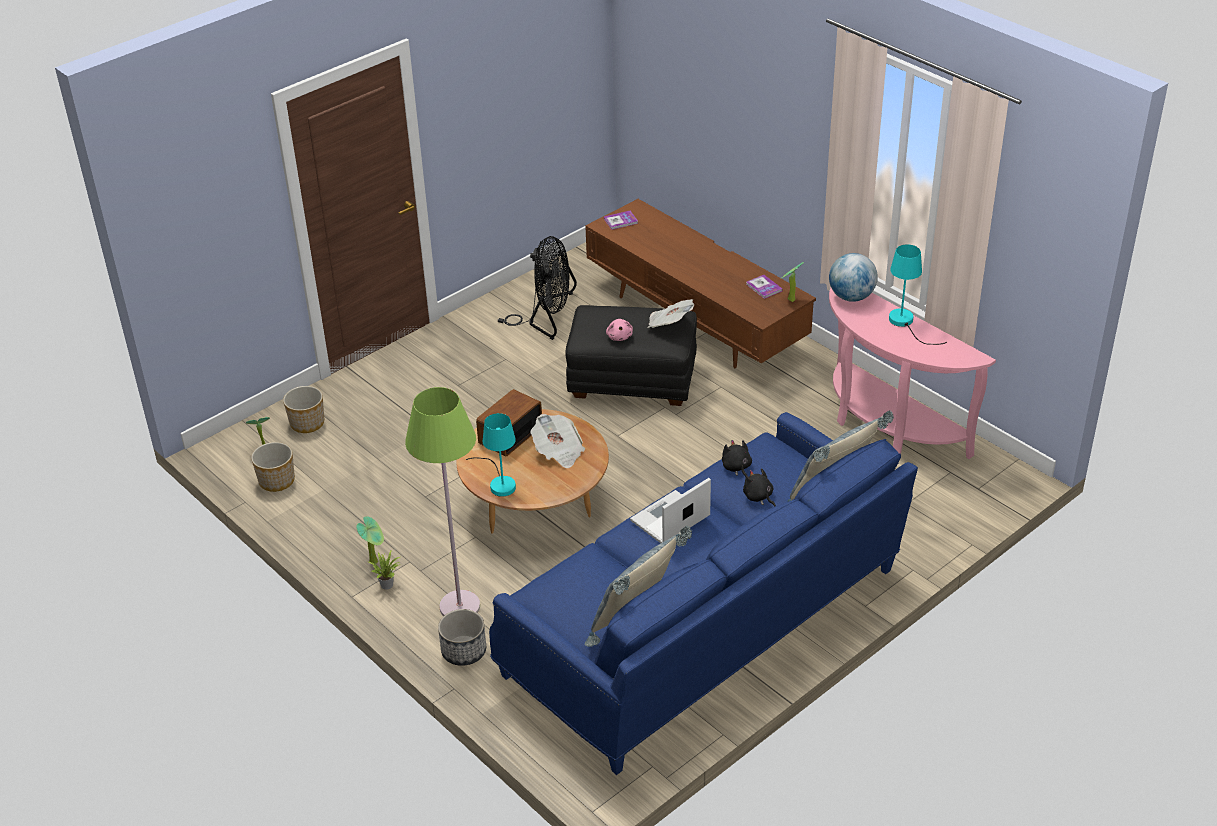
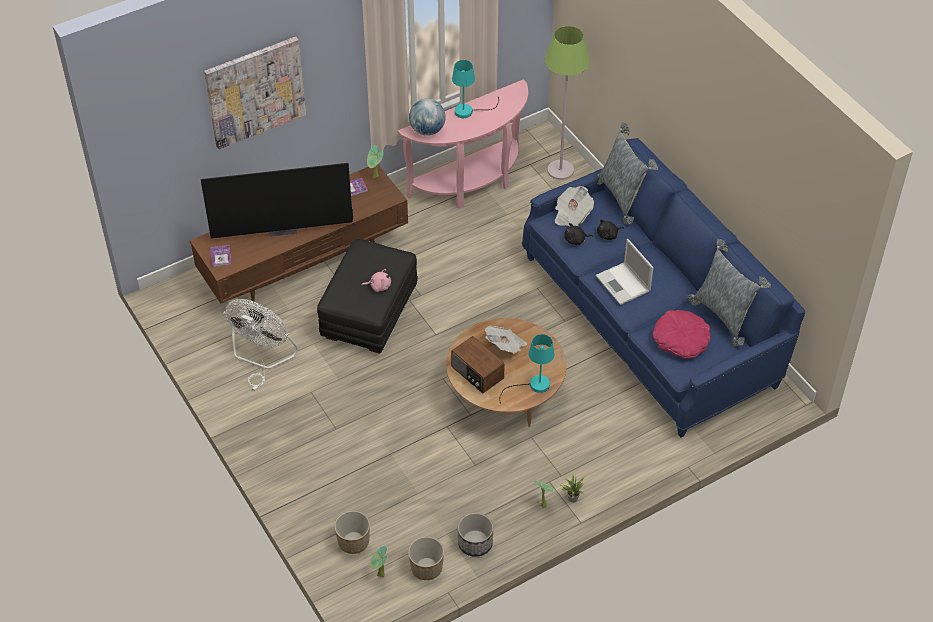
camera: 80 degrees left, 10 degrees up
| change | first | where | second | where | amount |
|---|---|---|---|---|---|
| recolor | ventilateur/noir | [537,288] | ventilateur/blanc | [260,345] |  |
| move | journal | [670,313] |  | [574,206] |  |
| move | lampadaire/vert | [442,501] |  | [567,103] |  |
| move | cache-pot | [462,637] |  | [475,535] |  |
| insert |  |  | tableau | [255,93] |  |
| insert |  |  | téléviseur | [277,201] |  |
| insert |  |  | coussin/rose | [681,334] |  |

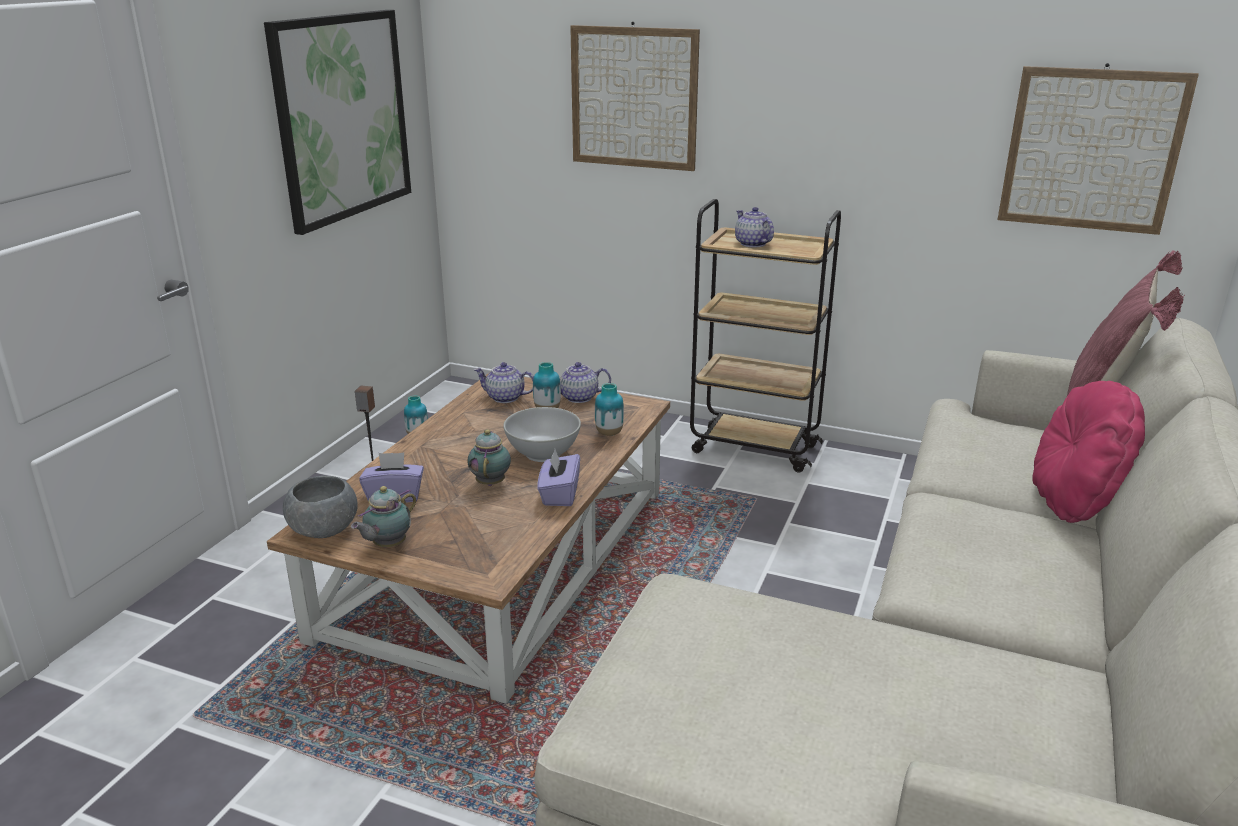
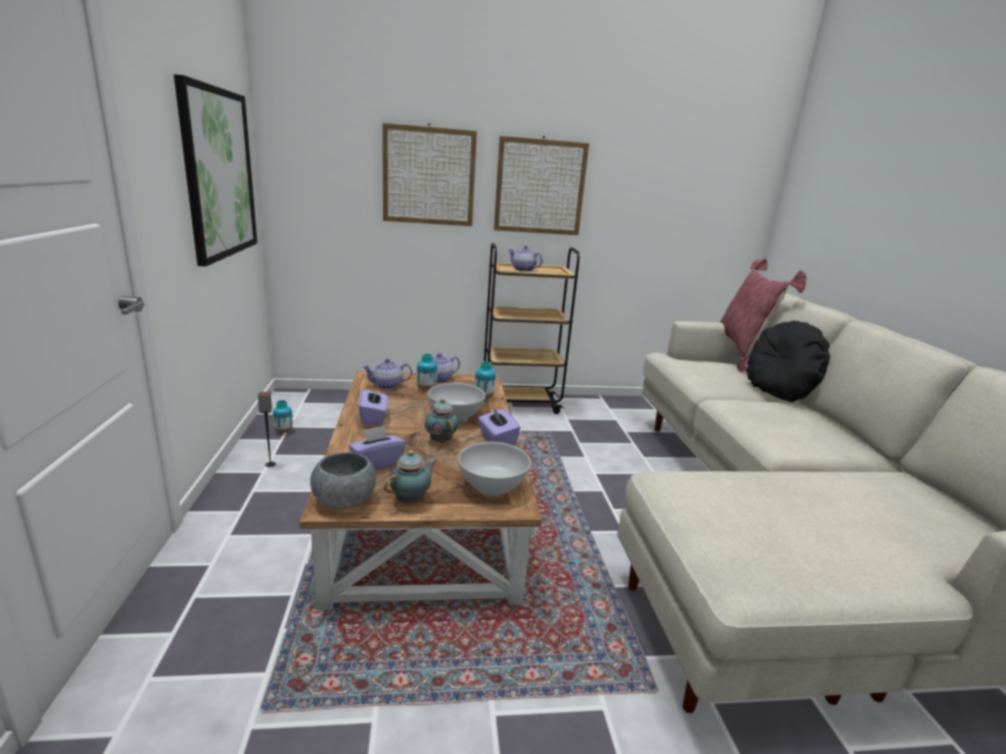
camera: 30 degrees left, 5 degrees down
| change | first | where | second | where | amount |
|---|---|---|---|---|---|
| move | tableau | [1098,149] |  | [541,185] |  |
| recolor | coussin/rose | [1088,452] | coussin/noir | [788,361] |  |
| rotate | théière | [383,517] |  | [410,477] | 150 degrees counterclockwise |
| insert |  |  | boîte à mouchoirs/violet | [373,406] |  |
| insert |  |  | bol/blanc | [494,469] |  |

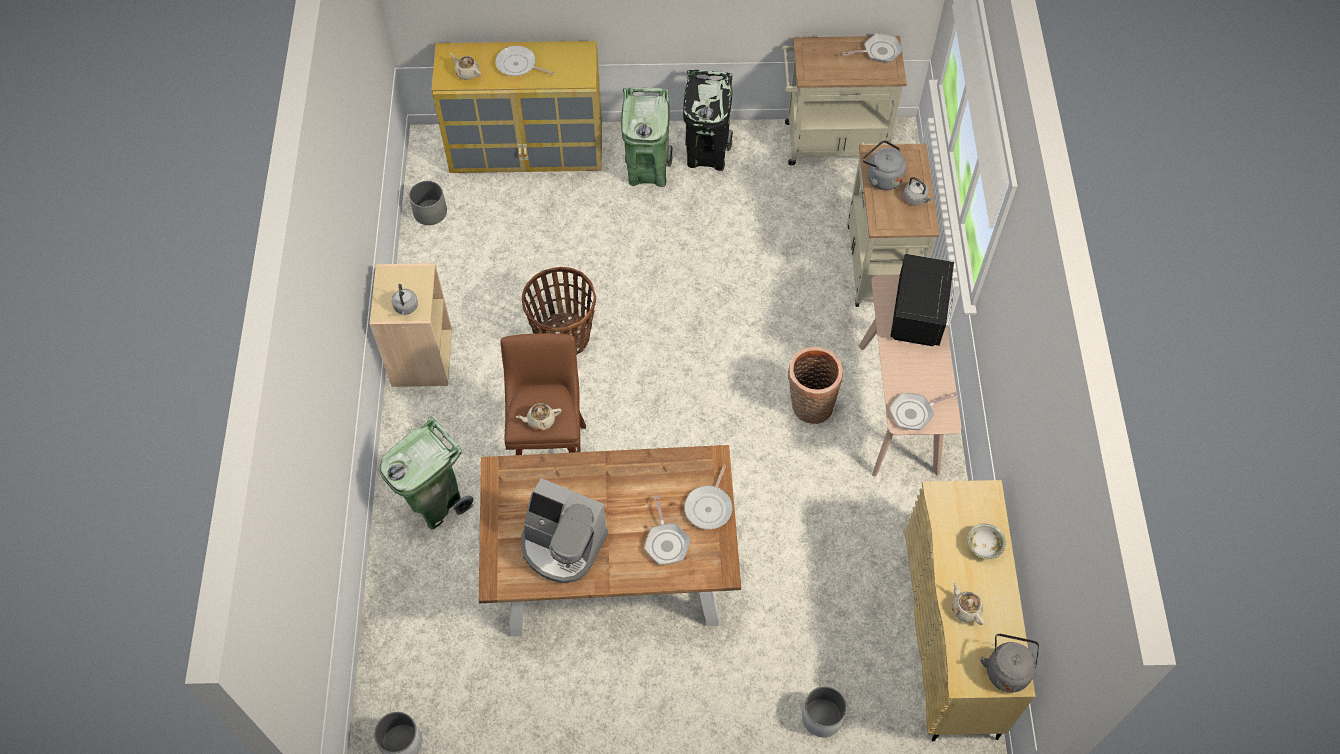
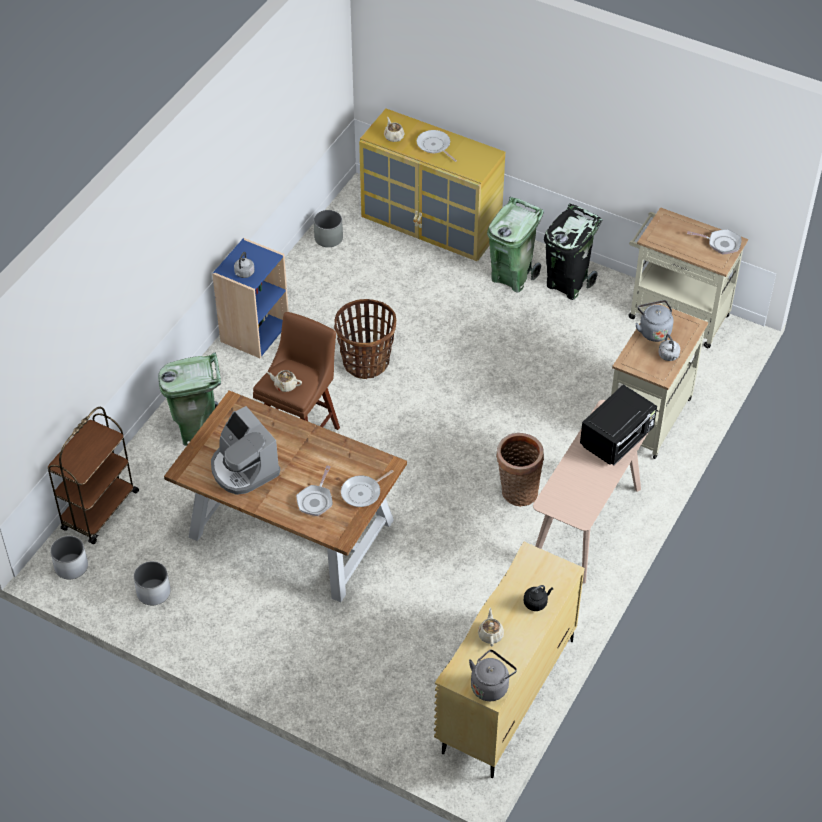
camera: 30 degrees right, 10 degrees down
| change | first | where | second | where | amount |
|---|---|---|---|---|---|
| recolor | bibliothèque/beige | [411,325] | bibliothèque/bleu | [250,298] |  |
| delete | poêle | [923,411] |  |  |  |
| replace | bol | [986,541] | bouilloire/noir | [538,598] |  |
| move | cache-pot/blanc | [824,711] |  | [152,583] |  |
| insert |  |  | chariot/marron | [93,475] |  |

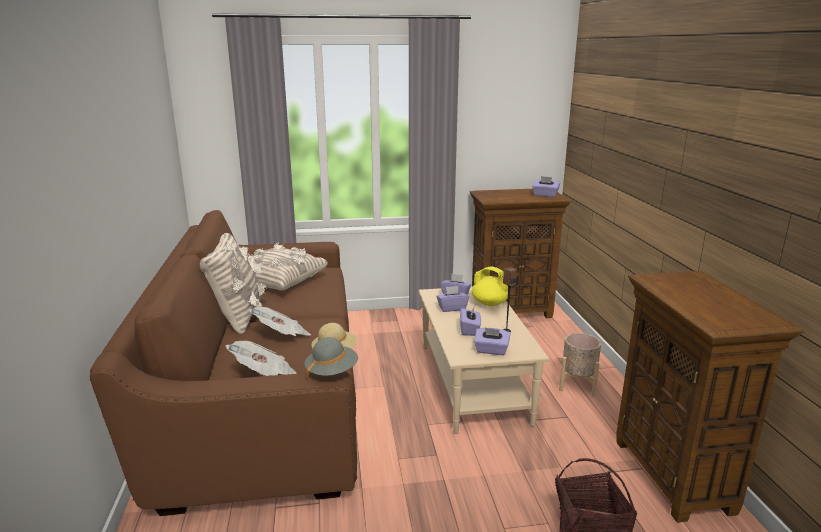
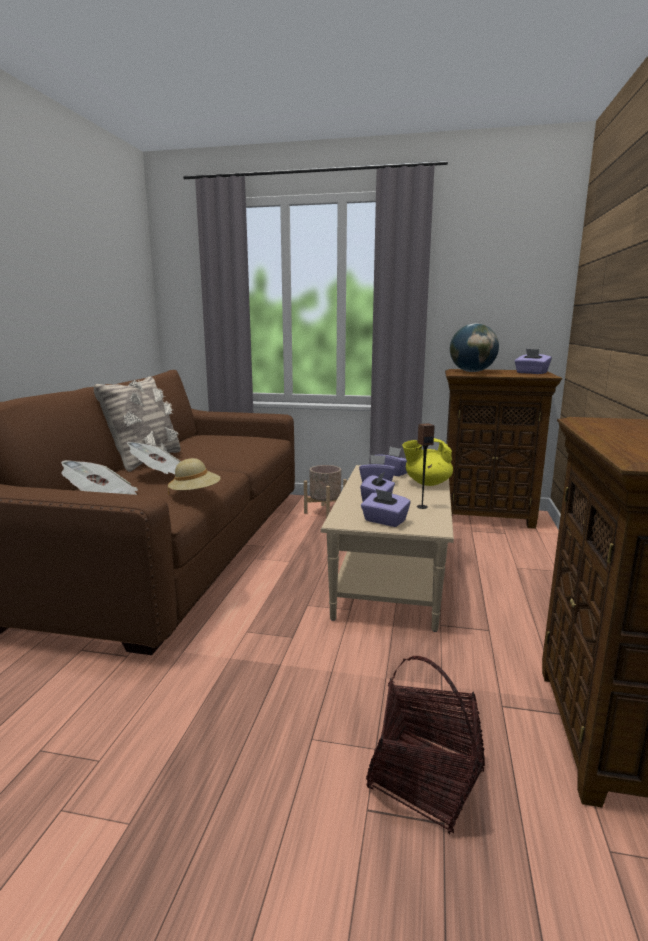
camera: 20 degrees right, 5 degrees down
| change | first | where | second | where | amount |
|---|---|---|---|---|---|
| delete | coussin/beige | [288,266] |  |  |  |
| rotate | théière/jaune | [490,286] |  | [427,462] | 120 degrees clockwise |
| move | cache-pot/beige | [580,365] |  | [325,491] |  |
| delete | chapeau/gris | [331,359] |  |  |  |
| insert |  |  | globe | [474,347] |  |

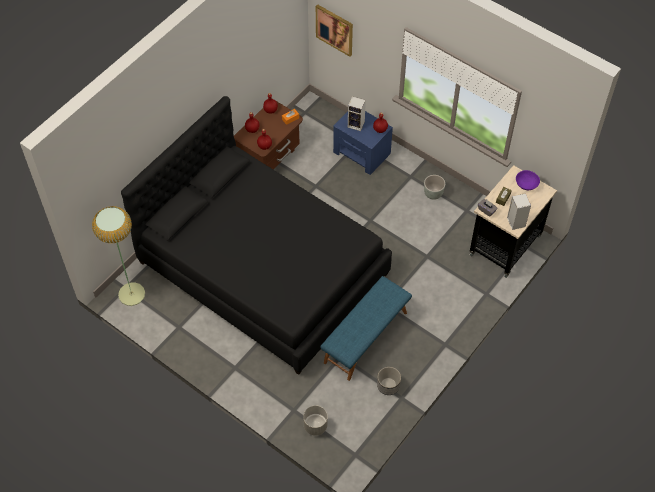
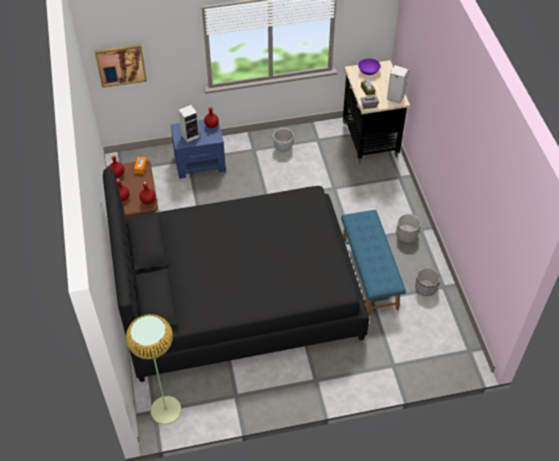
camera: 50 degrees left, 5 degrees down
| change | first | where | second | where | amount |
|---|---|---|---|---|---|
| move | cache-pot/gris | [315,420] |  | [408,228] |  |

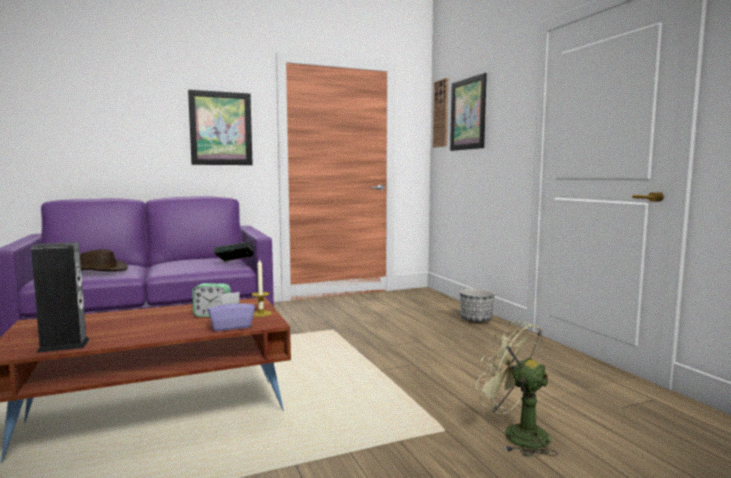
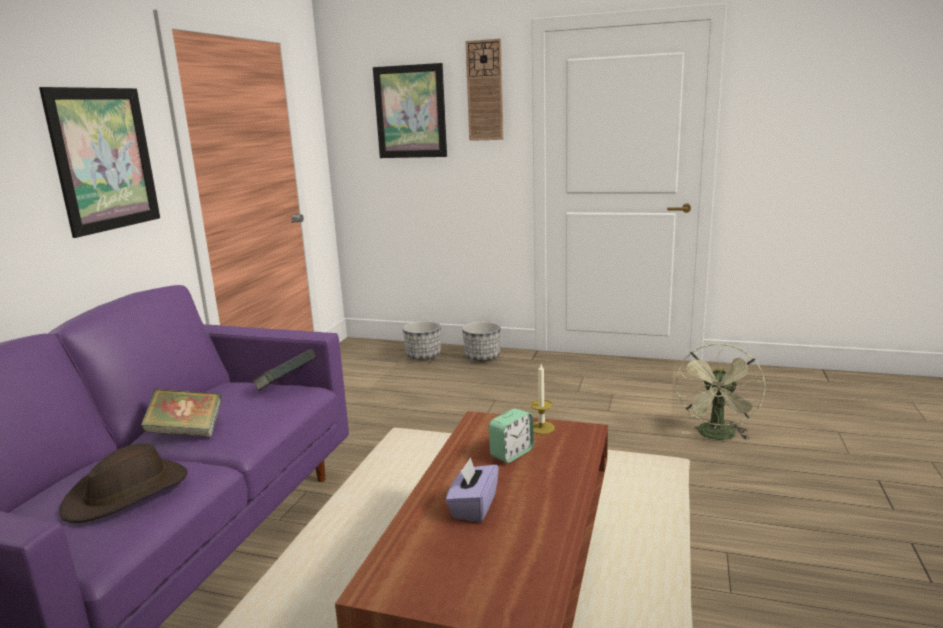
camera: 50 degrees left, 10 degrees up
| change | first | where | second | where | amount |
|---|---|---|---|---|---|
| move | horloge murale | [440,113] |  | [484,90] |  |
| delete | enceinte | [60,297] |  |  |  |
| move | boîte à mouchoirs/violet | [231,311] |  | [472,489] |  |
| rotate | ventilateur/vert | [517,388] |  | [720,391] | 60 degrees counterclockwise |
| insert |  |  | cache-pot | [422,341] |  |
| insert |  |  | livre | [181,413] |  |

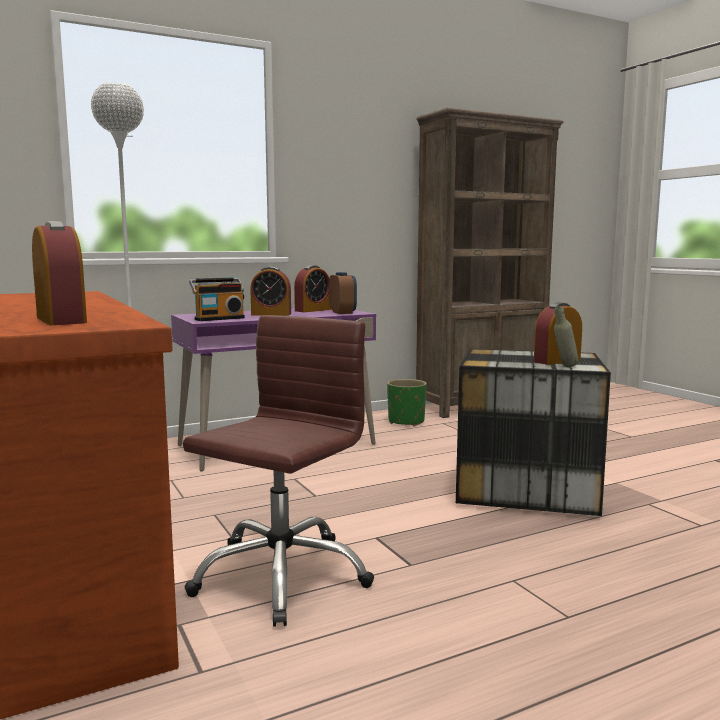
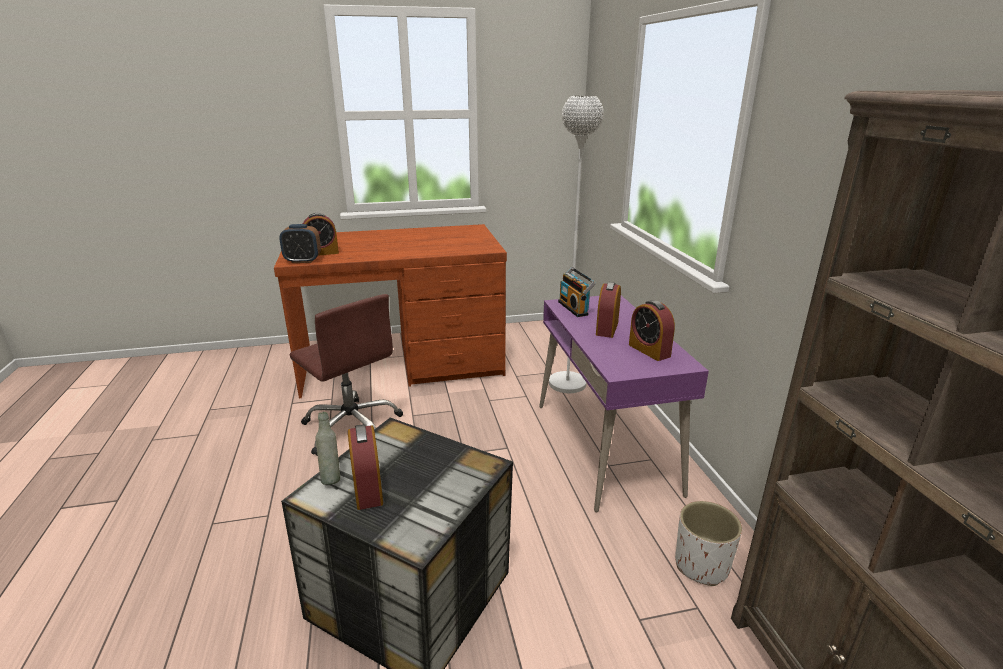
camera: 105 degrees right, 15 degrees up
| change | first | where | second | where | amount |
|---|---|---|---|---|---|
| move | réveil | [343,293] |  | [300,243] |  |
| recolor | cache-pot/vert | [407,402] | cache-pot/blanc | [708,543] |  |

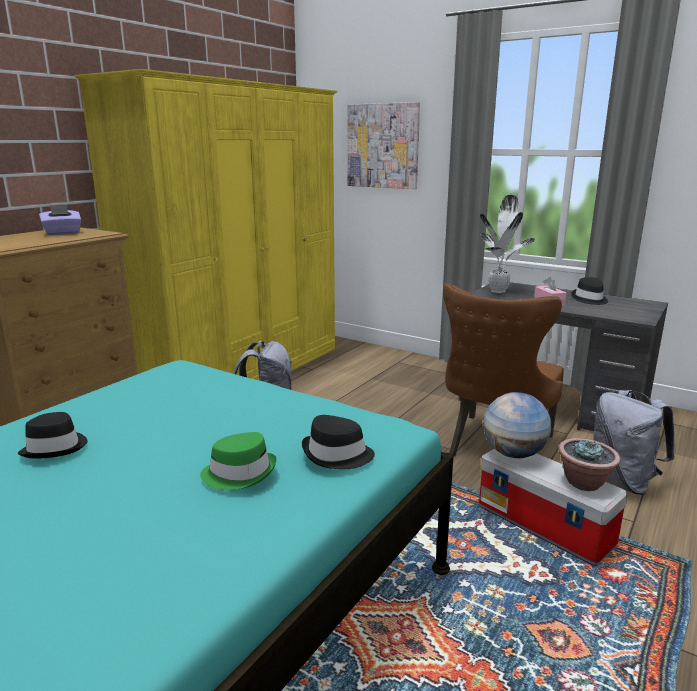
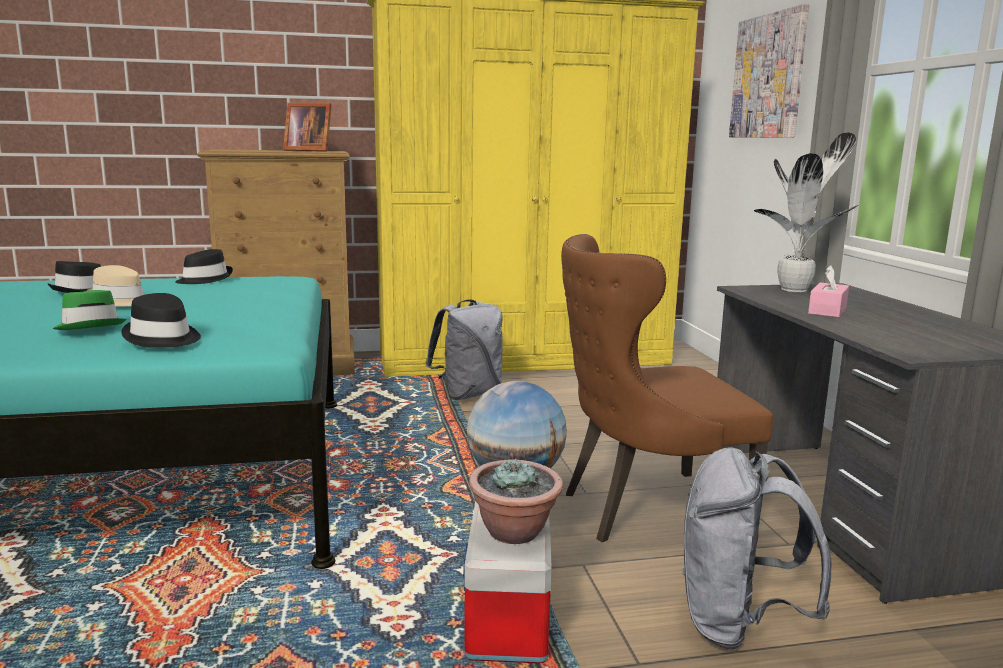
camera: 45 degrees right, 5 degrees down
| change | first | where | second | where | amount |
|---|---|---|---|---|---|
| replace | boîte à mouchoirs/violet | [60,220] | cadre photo | [307,127] |  |
| move | chapeau/noir | [589,291] |  | [204,266] |  |
| insert |  |  | chapeau/beige | [115,286] |  |

